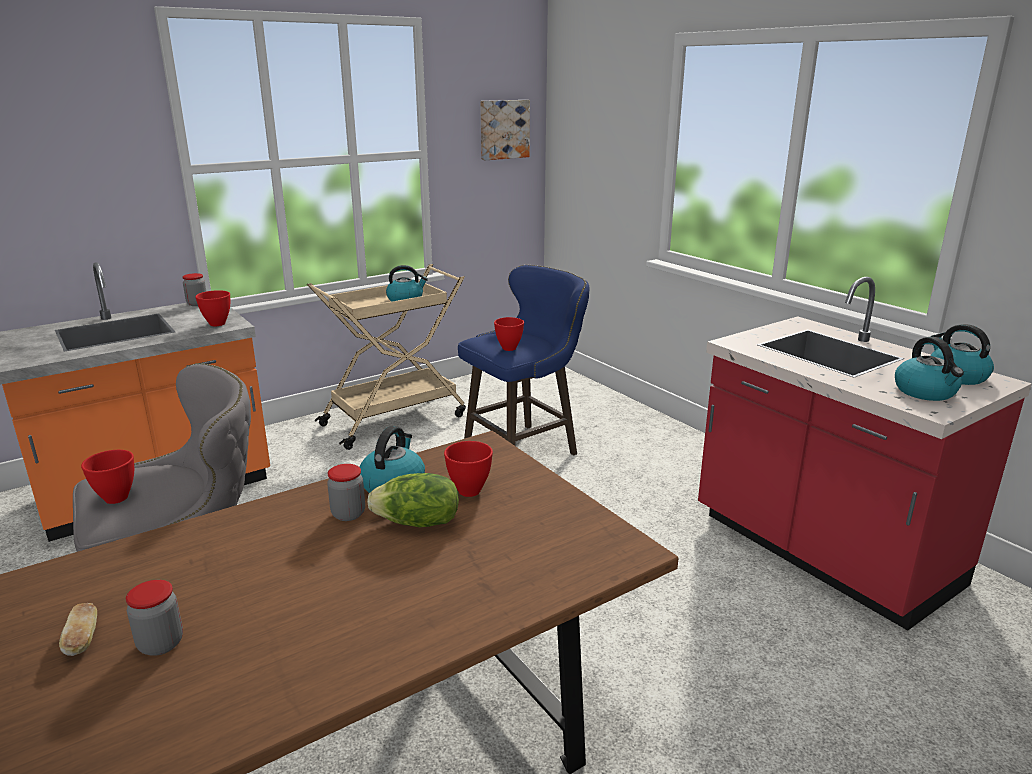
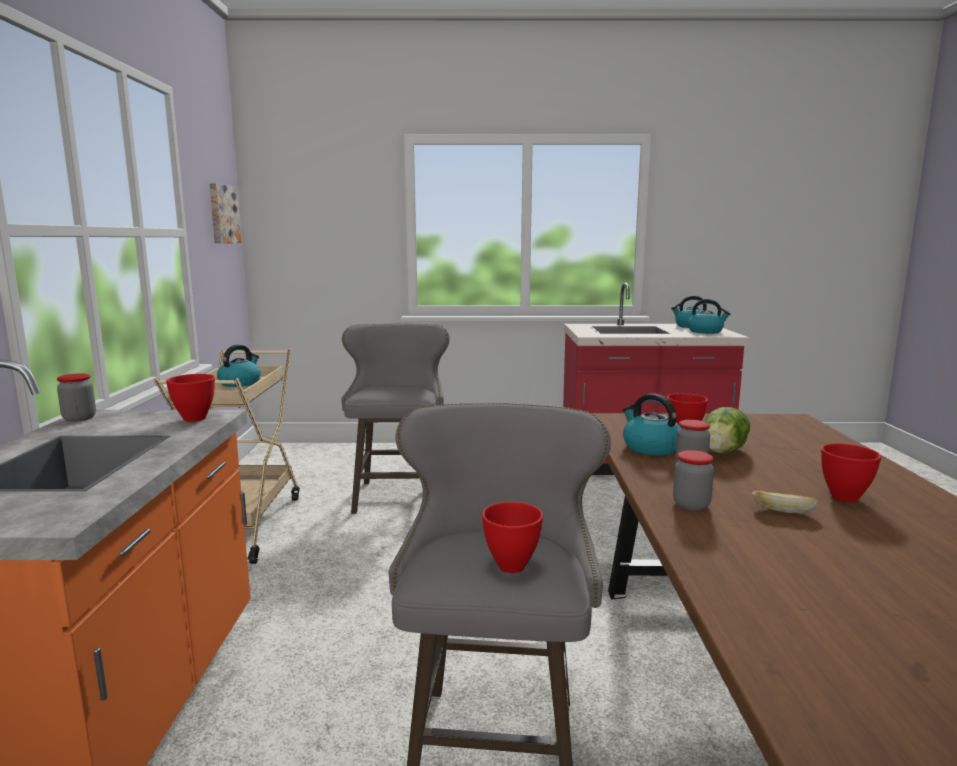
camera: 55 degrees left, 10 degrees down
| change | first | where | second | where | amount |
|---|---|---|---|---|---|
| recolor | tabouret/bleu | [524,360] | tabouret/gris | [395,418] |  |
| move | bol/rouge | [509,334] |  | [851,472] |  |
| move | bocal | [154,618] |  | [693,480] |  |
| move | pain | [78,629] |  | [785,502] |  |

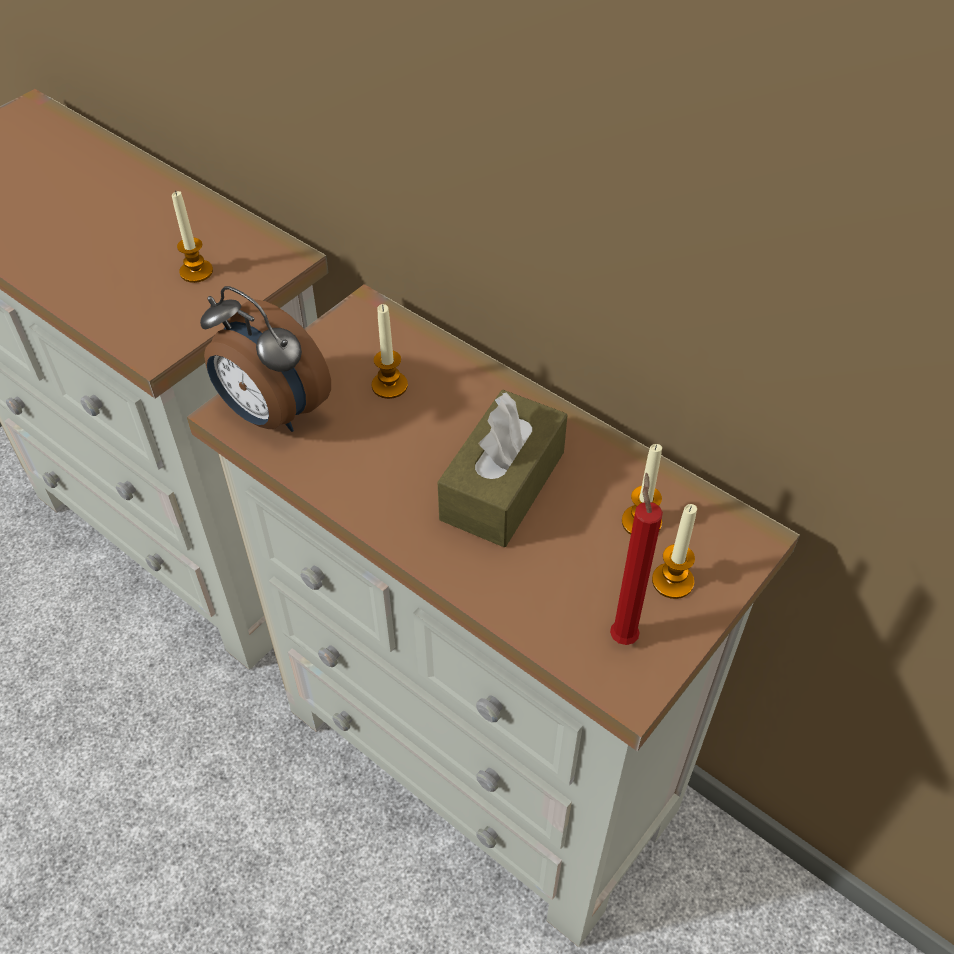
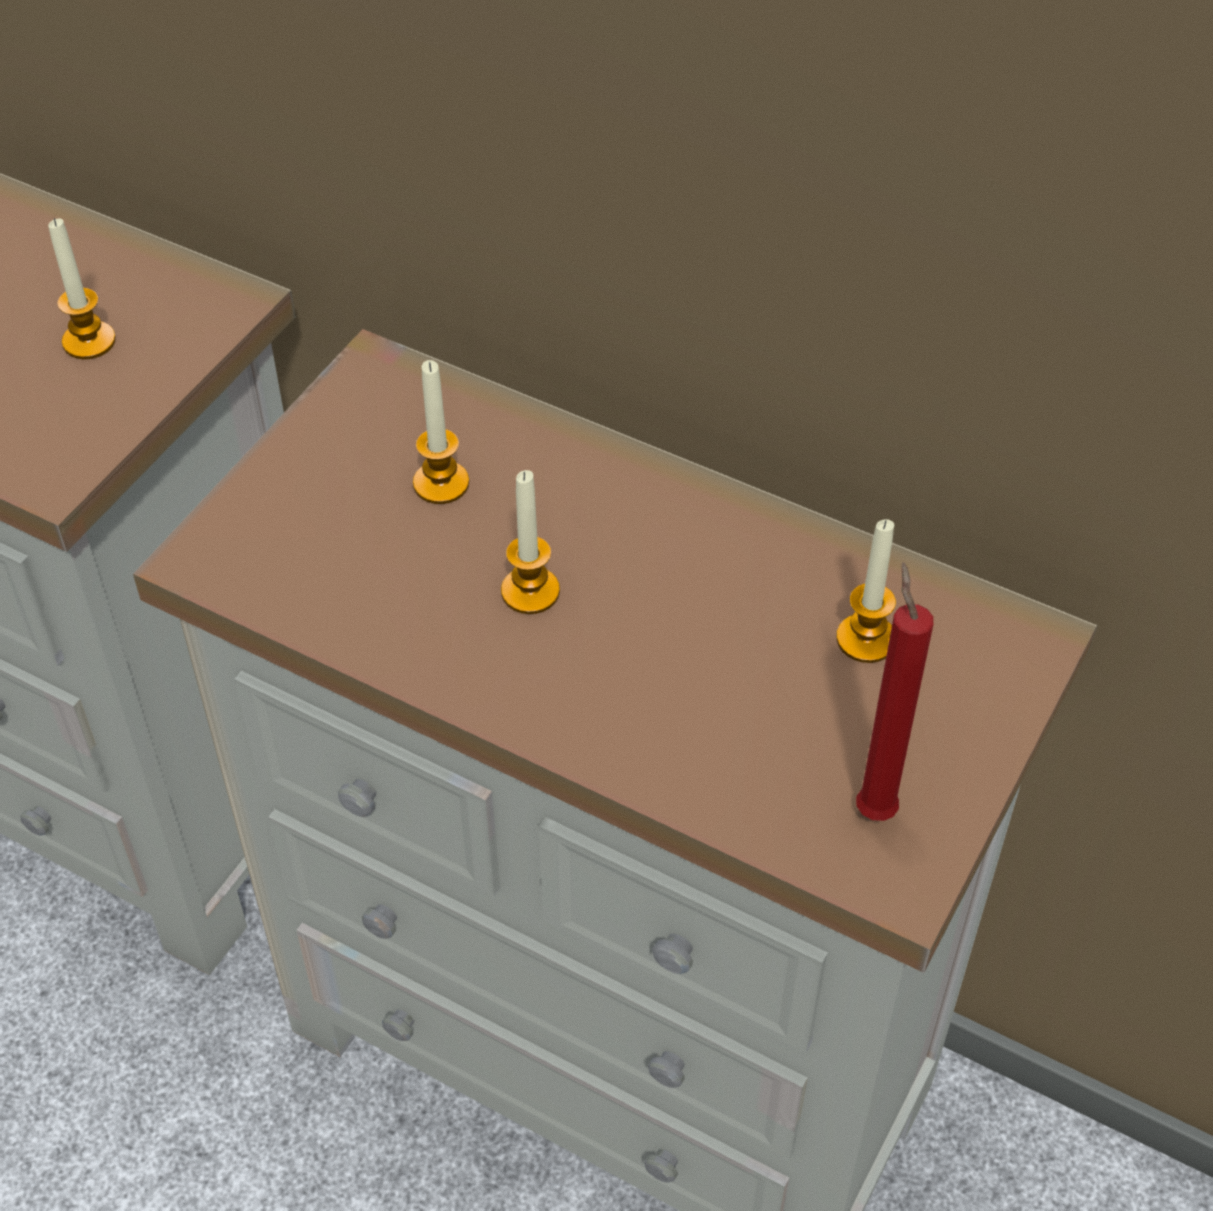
camera: 10 degrees left, 0 degrees up
| change | first | where | second | where | amount |
|---|---|---|---|---|---|
| delete | réveil | [265,359] |  |  |  |
| delete | boîte à mouchoirs/marron | [502,468] |  |  |  |
| move | bougie | [674,551] |  | [530,542] |  |

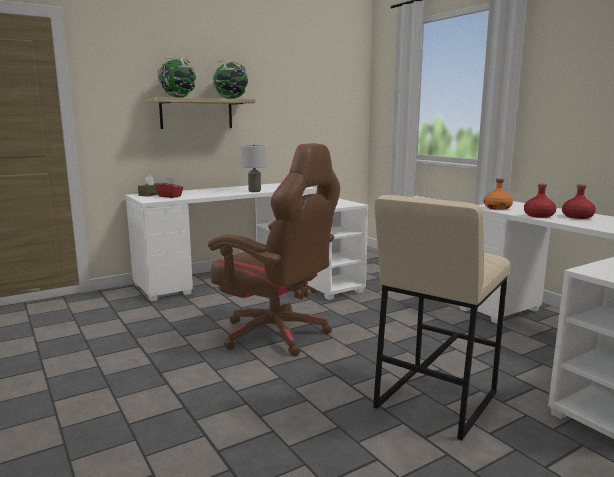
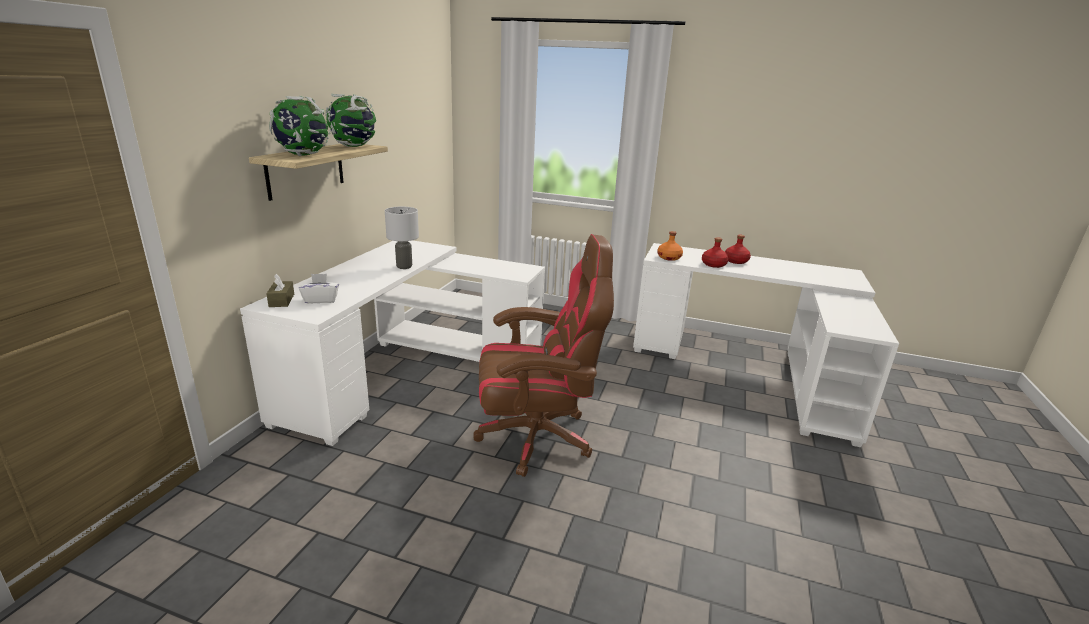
camera: 40 degrees left, 10 degrees up
| change | first | where | second | where | amount |
|---|---|---|---|---|---|
| recolor | boîte à mouchoirs/rouge | [169,187] | boîte à mouchoirs/blanc | [319,289] |  |
| delete | tabouret/beige | [442,318] |  |  |  |

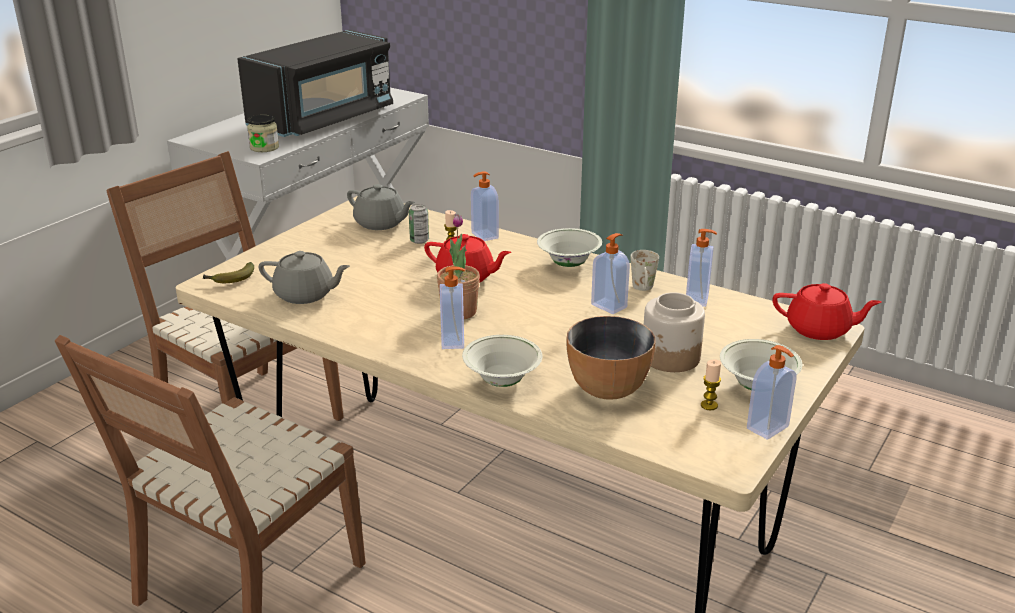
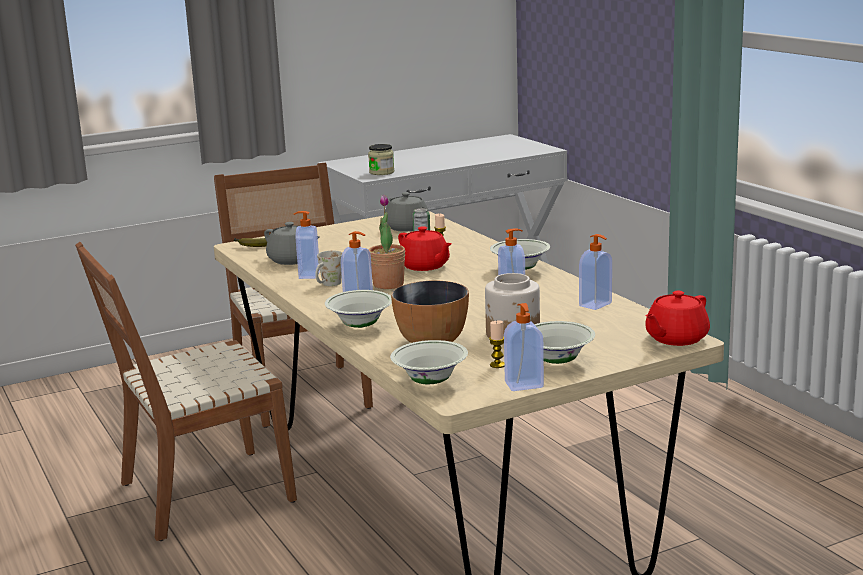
camera: 30 degrees right, 10 degrees down
| change | first | where | second | where | amount |
|---|---|---|---|---|---|
| delete | micro-ondes/noir | [315,83] |  |  |  |
| move | distributeur de savon | [485,206] |  | [307,245] |  |
| move | mug/blanc | [644,270] |  | [328,268] |  |
| rotate | théière/rouge | [826,311] |  | [677,318] | 90 degrees clockwise |
| insert |  |  | bol/blanc | [429,362] |  |

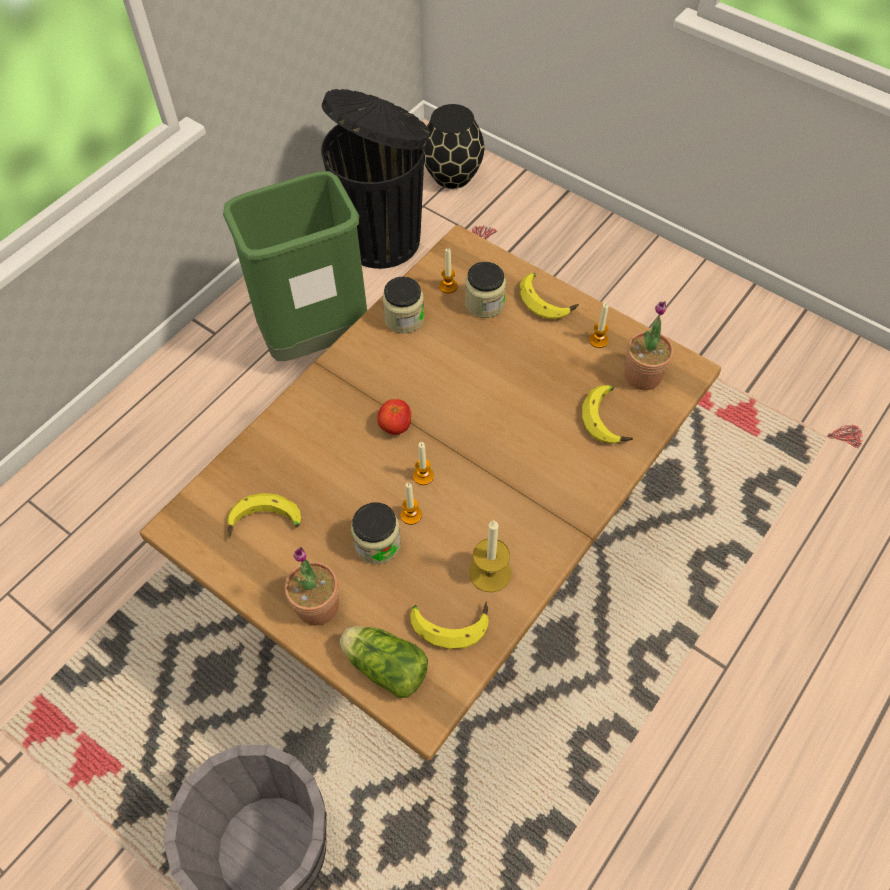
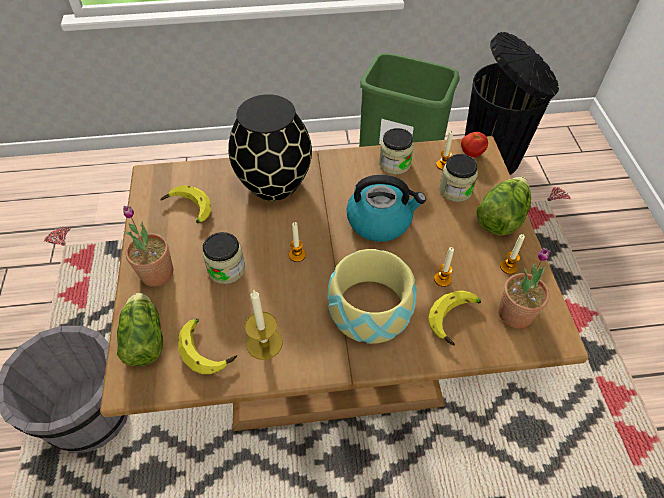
camera: 45 degrees right, 5 degrees down
| change | first | where | second | where | amount |
|---|---|---|---|---|---|
| move | vase/noir | [454,146] |  | [270,147] |  |
| replace | banane | [549,296] | laitue | [503,206] |  |
| move | tomate | [394,417] |  | [474,144] |  |
| move | bougie | [411,504] |  | [444,267] |  |
| insert |  |  | bouilloire | [386,208] |  |
| insert |  |  | bol | [372,296] |  |

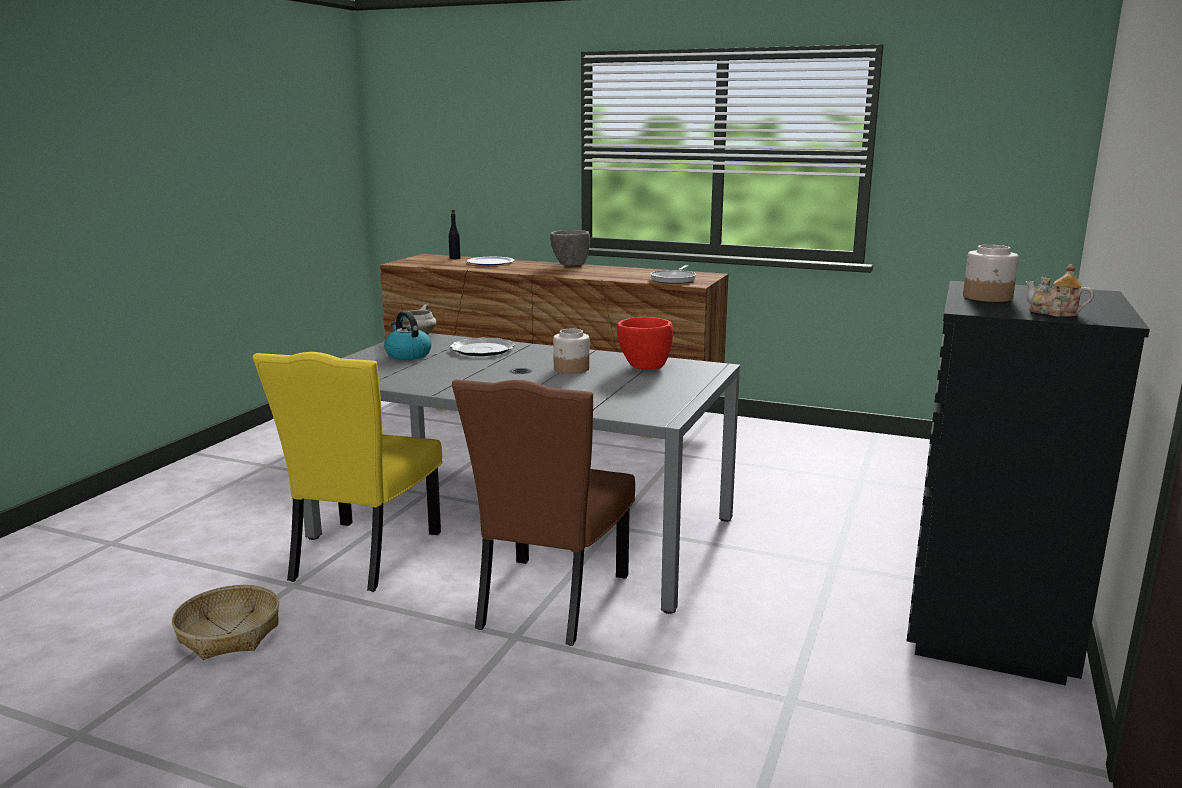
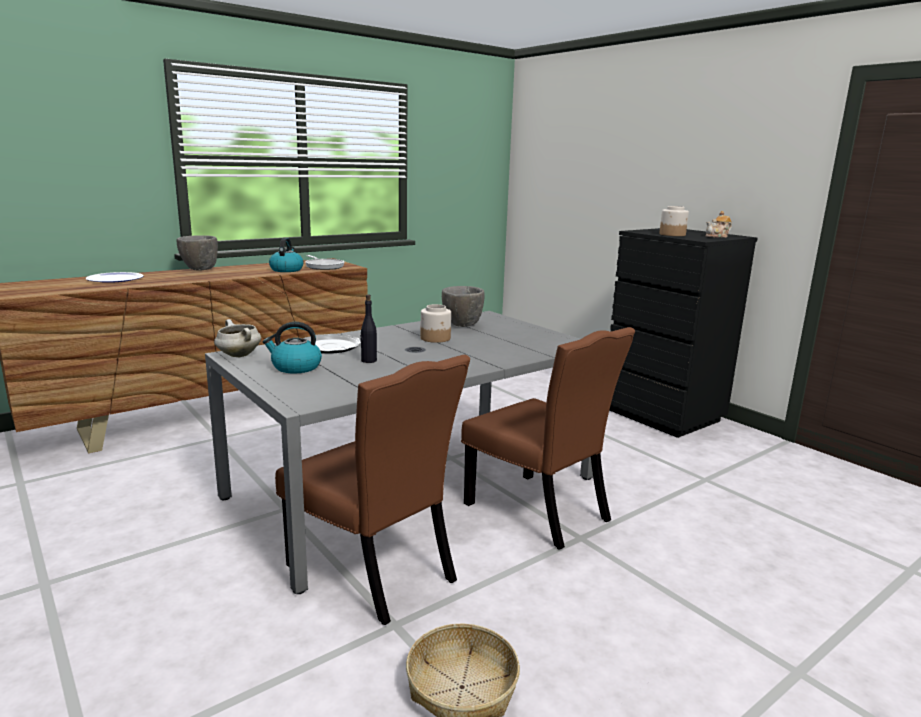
camera: 60 degrees left, 0 degrees up
| change | first | where | second | where | amount |
|---|---|---|---|---|---|
| move | bouteille/noir | [455,234] |  | [368,329] |  |
| recolor | bol/rouge | [645,343] | bol/gris | [463,306] |  |
| recolor | chaise/jaune | [348,472] | chaise/marron | [372,490] |  |
| insert |  |  | bouilloire | [286,255] |  |

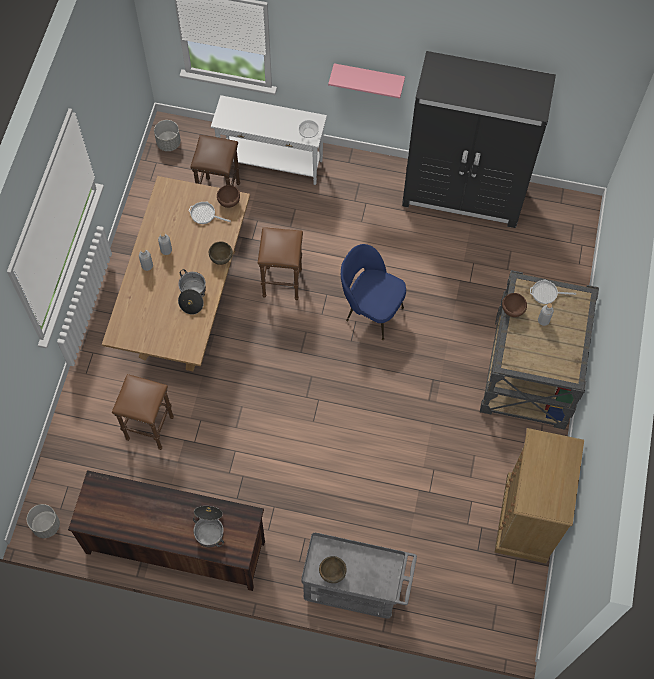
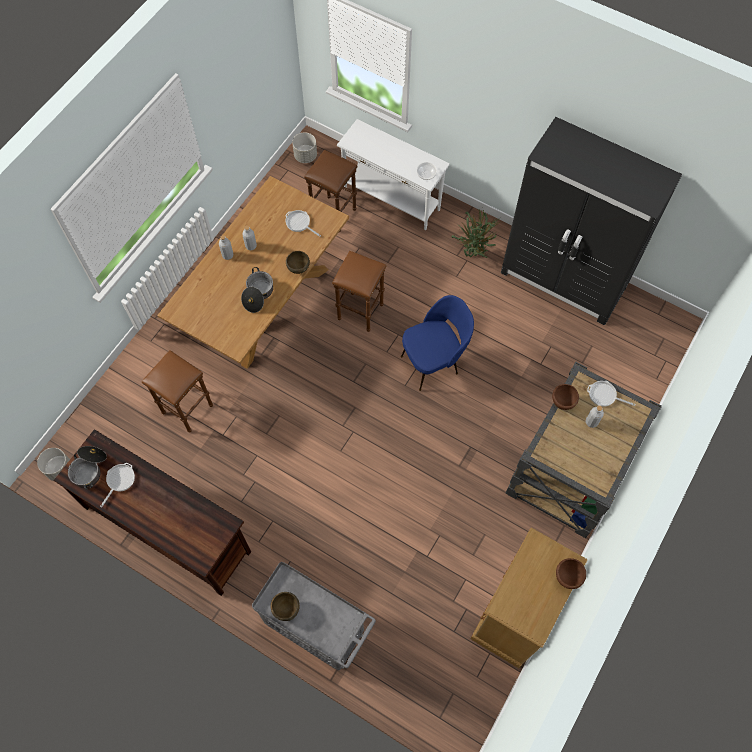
camera: 20 degrees right, 0 degrees up
| change | first | where | second | where | amount |
|---|---|---|---|---|---|
| delete | étagère/rose | [366,81] |  |  |  |
| move | bol/marron | [228,196] |  | [571,573] |  |
| rotate | chaise/bleu | [373,292] |  | [437,343] | 105 degrees clockwise |
| move | marmite | [208,526] |  | [87,468] |  |
| insert |  |  | plante en pot | [476,233] |  |
| insert |  |  | poêle | [117,485] |  |

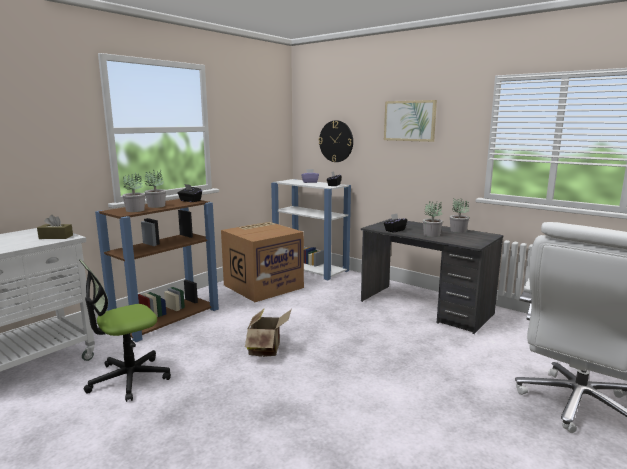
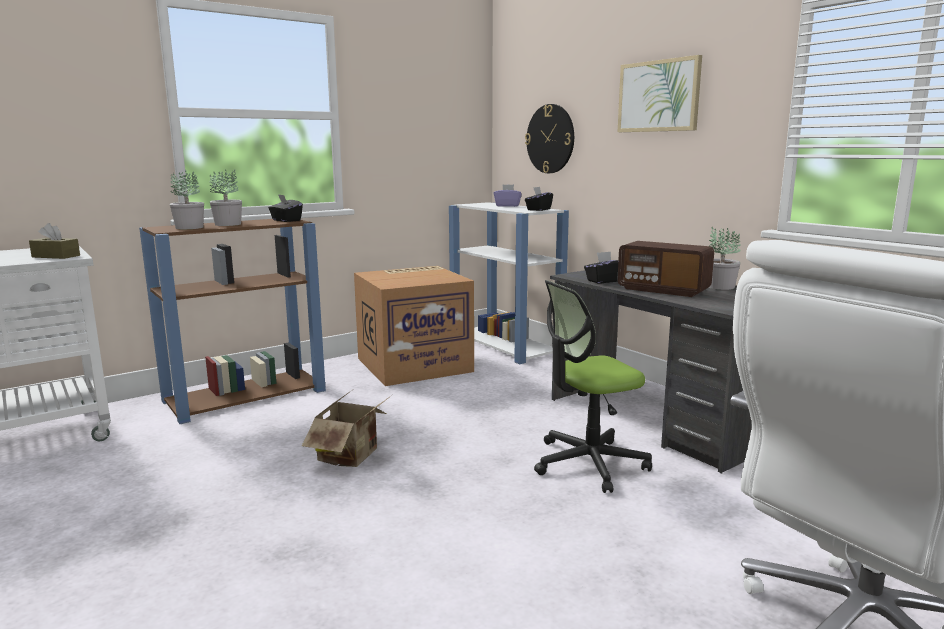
camera: 15 degrees right, 0 degrees up
| change | first | where | second | where | amount |
|---|---|---|---|---|---|
| replace | plante en pot | [433,219] | radio | [665,269] |  |
| move | chaise de bureau | [125,330] |  | [593,386] |  |

